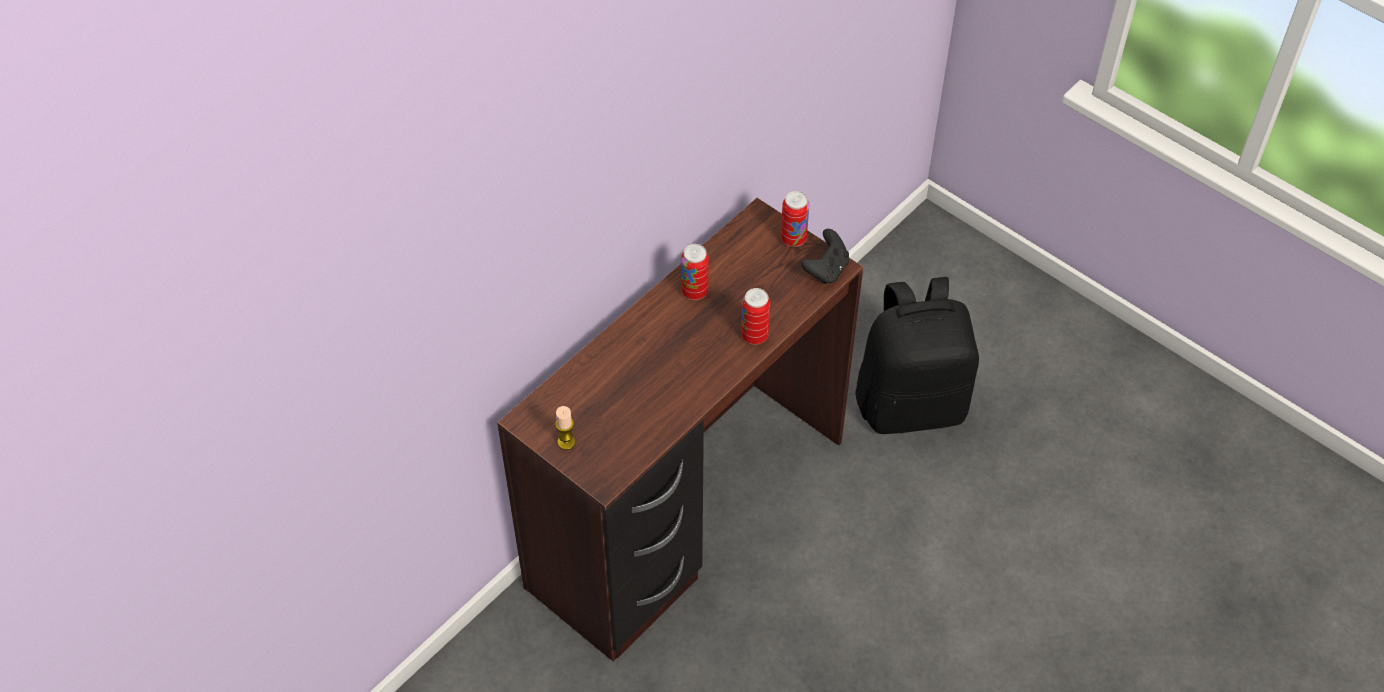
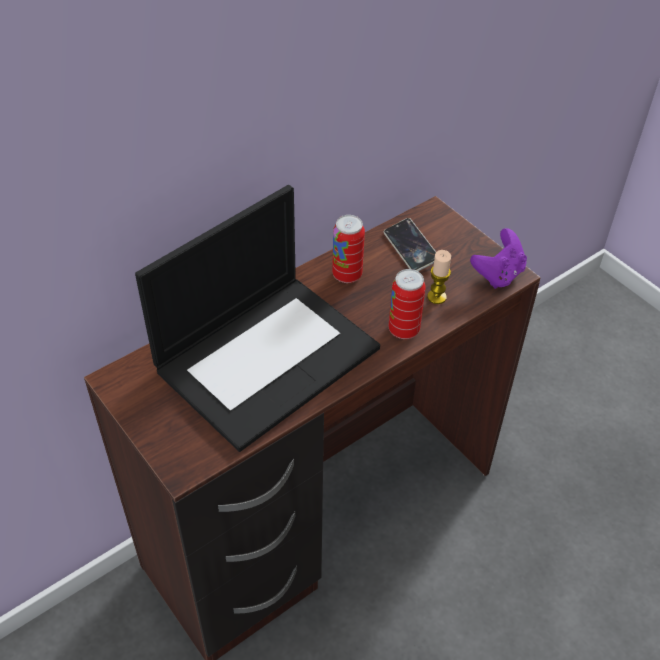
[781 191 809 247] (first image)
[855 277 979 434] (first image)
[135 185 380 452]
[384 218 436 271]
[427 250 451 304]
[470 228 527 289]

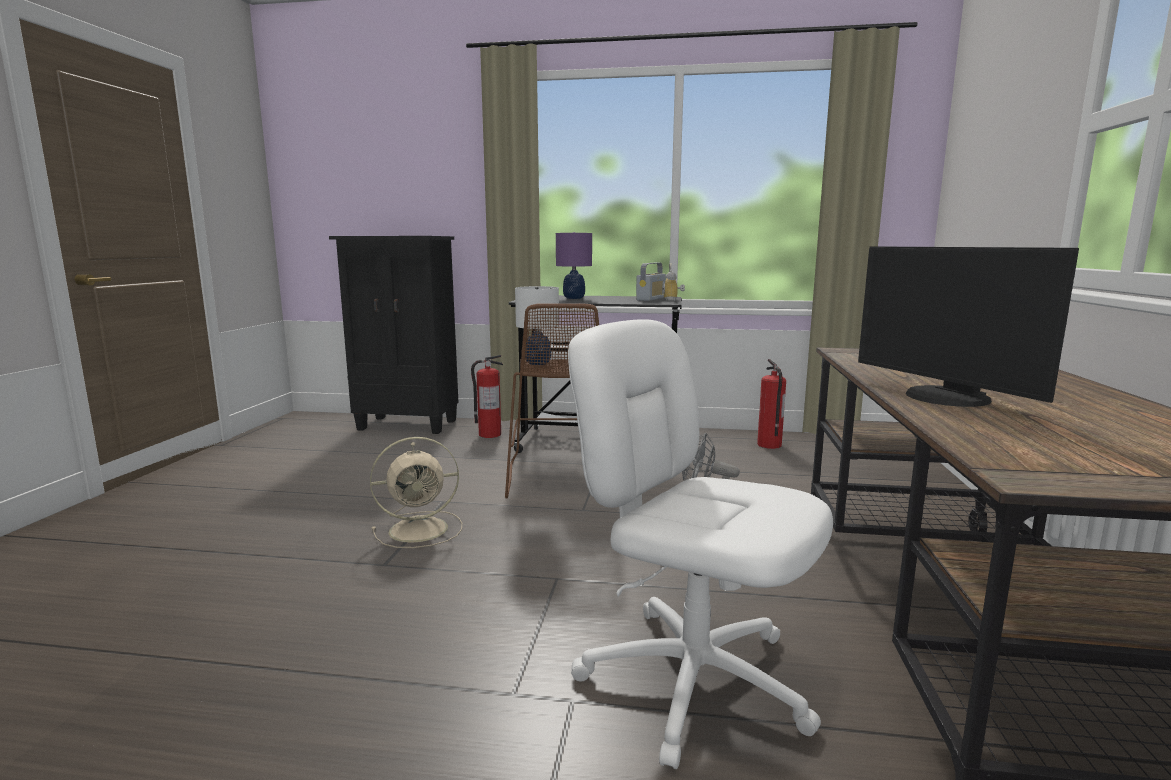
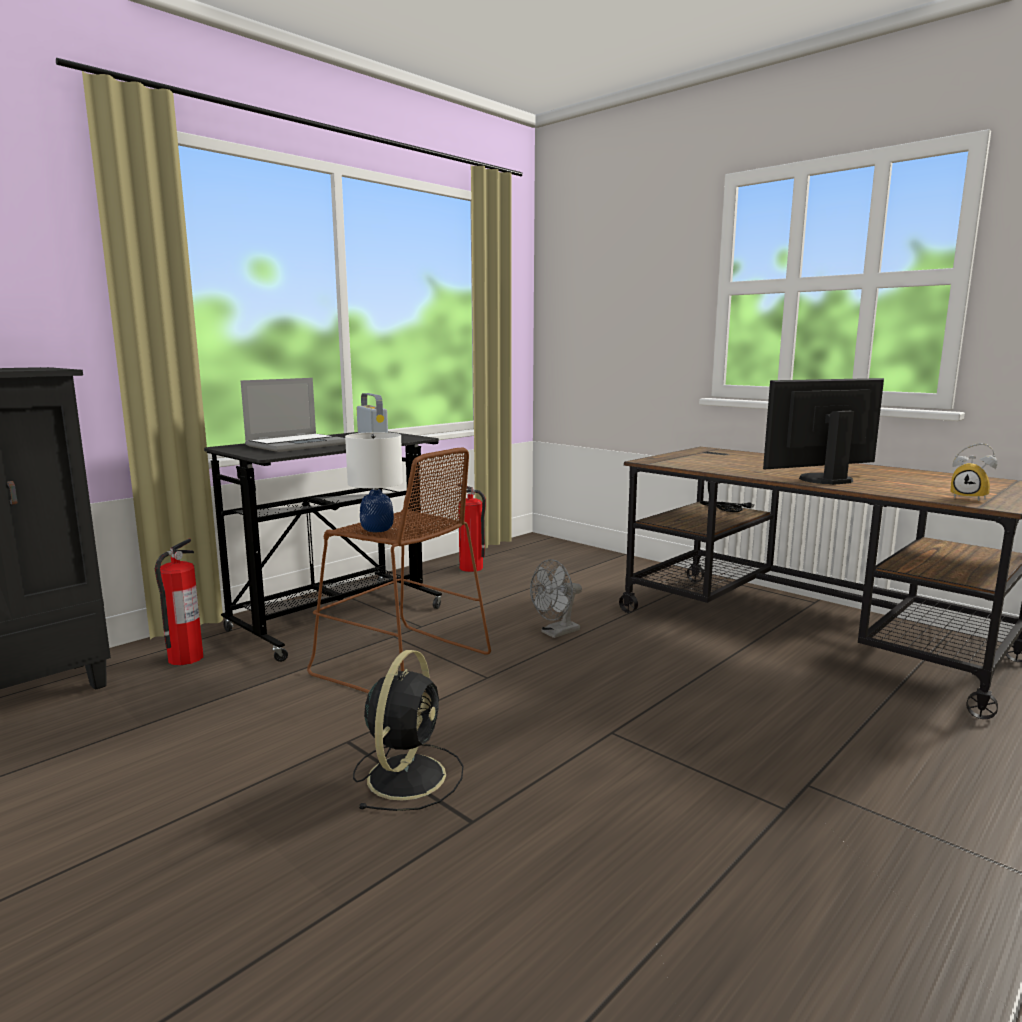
[568 319 833 769] (first image)
[950 443 998 501]
[241 378 346 452]
[353 650 463 811]
[763 378 884 485]

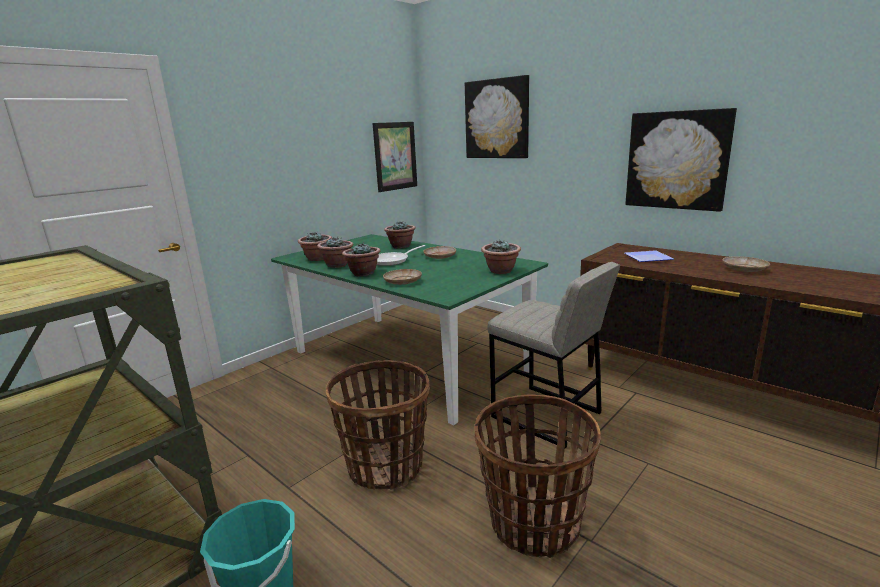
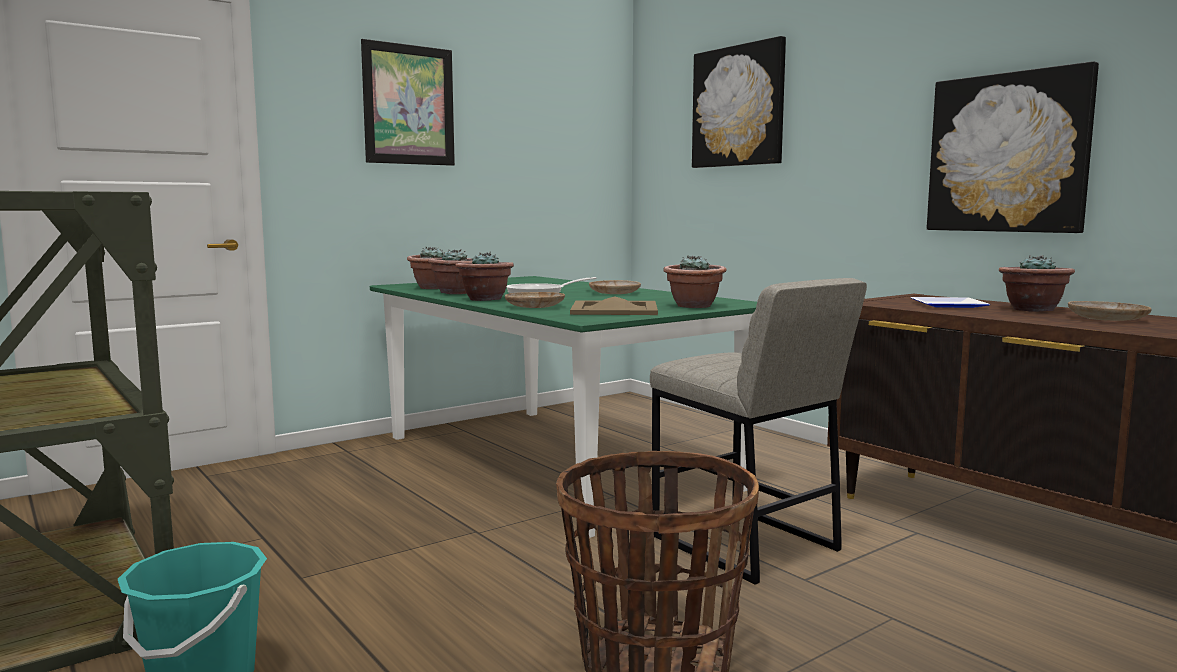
[326 360 430 490] (first image)
[570 296 658 315]
[361 39 455 166]
[999 255 1075 312]

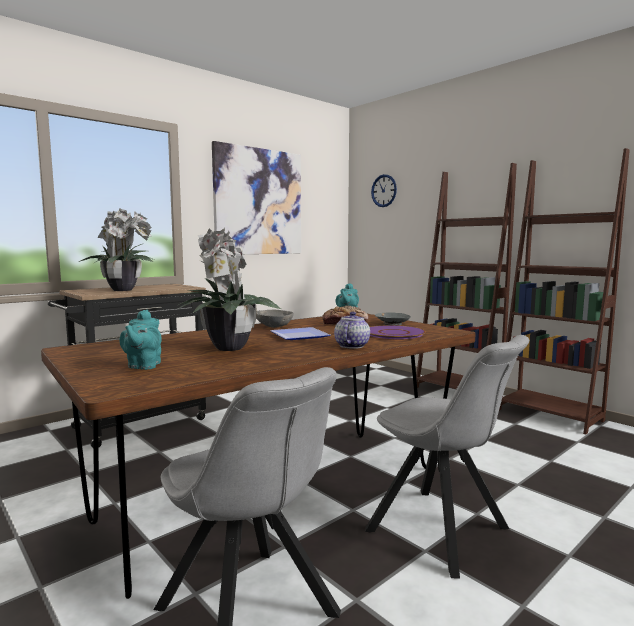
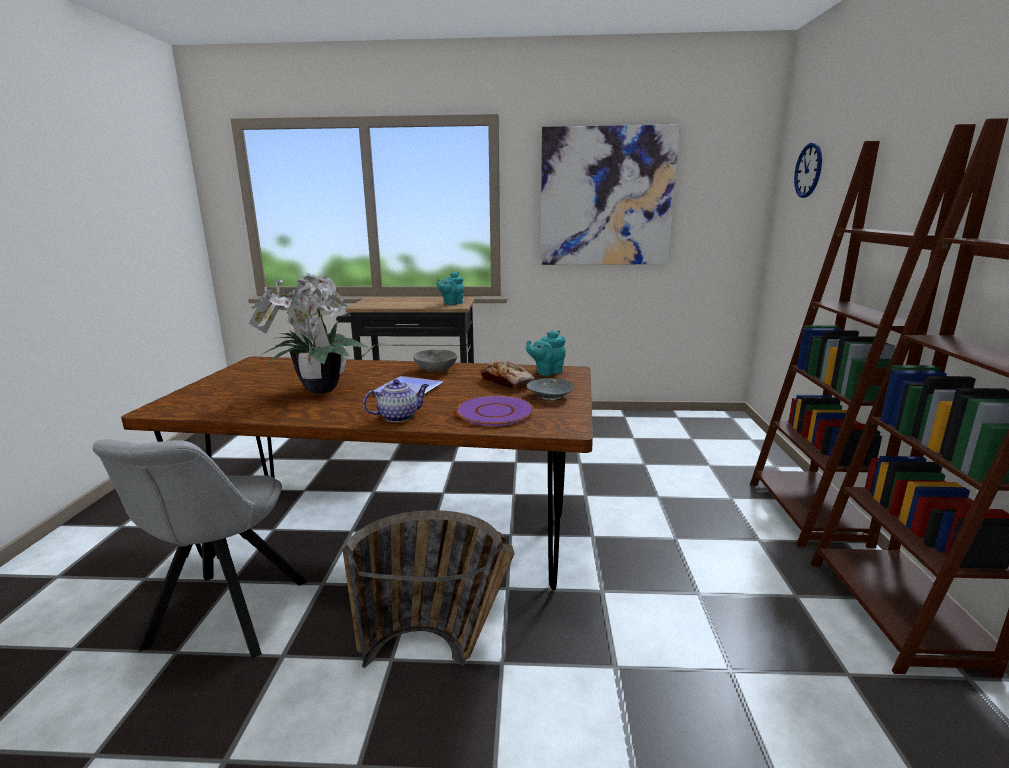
[78 208 156 291] (first image)
[437 272 464 305]
[343 510 514 668]

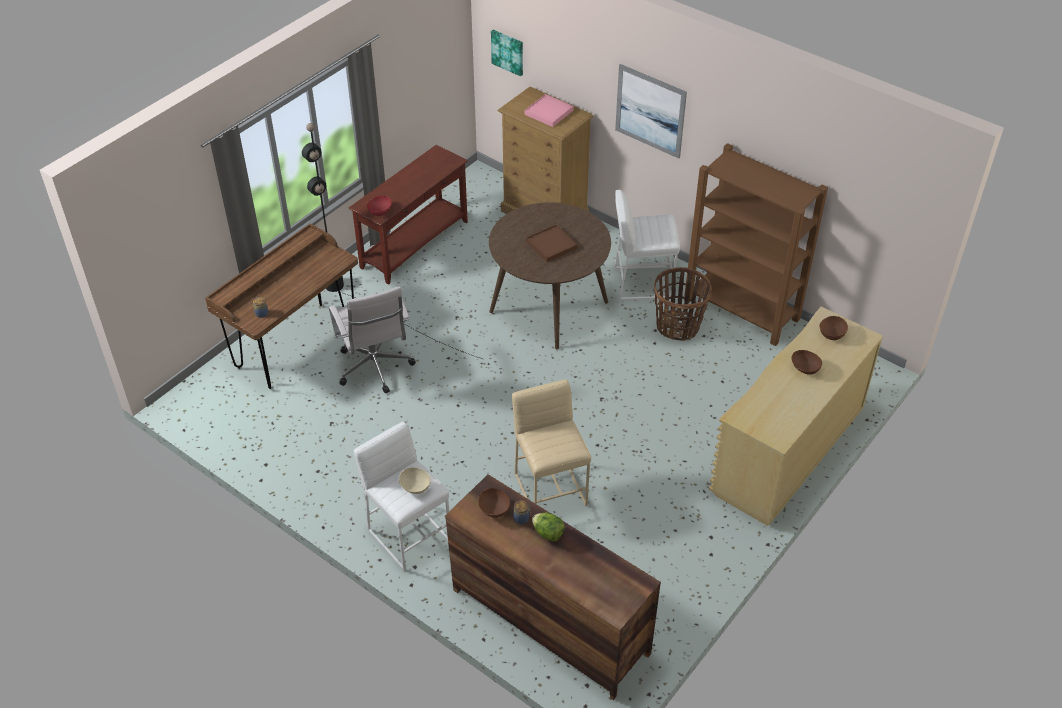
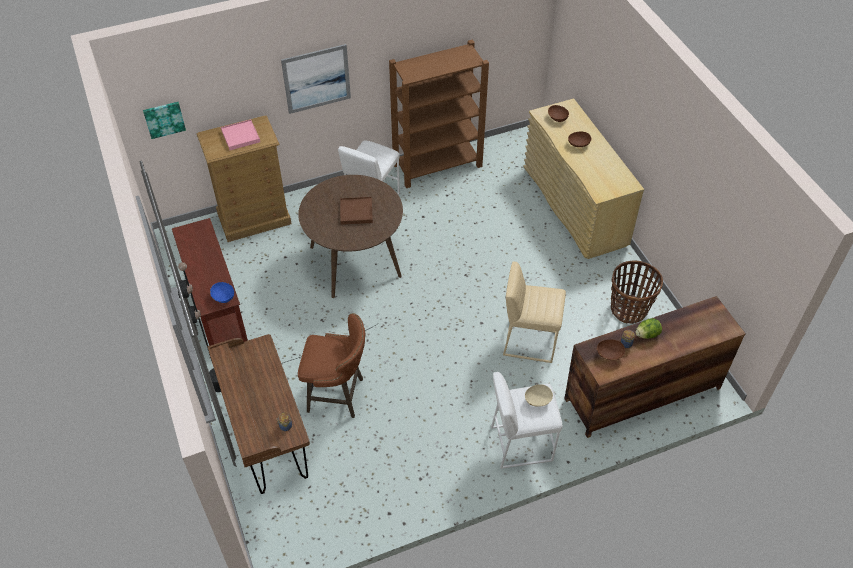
[611 260 663 324]
[298 313 365 418]
[210 282 234 303]

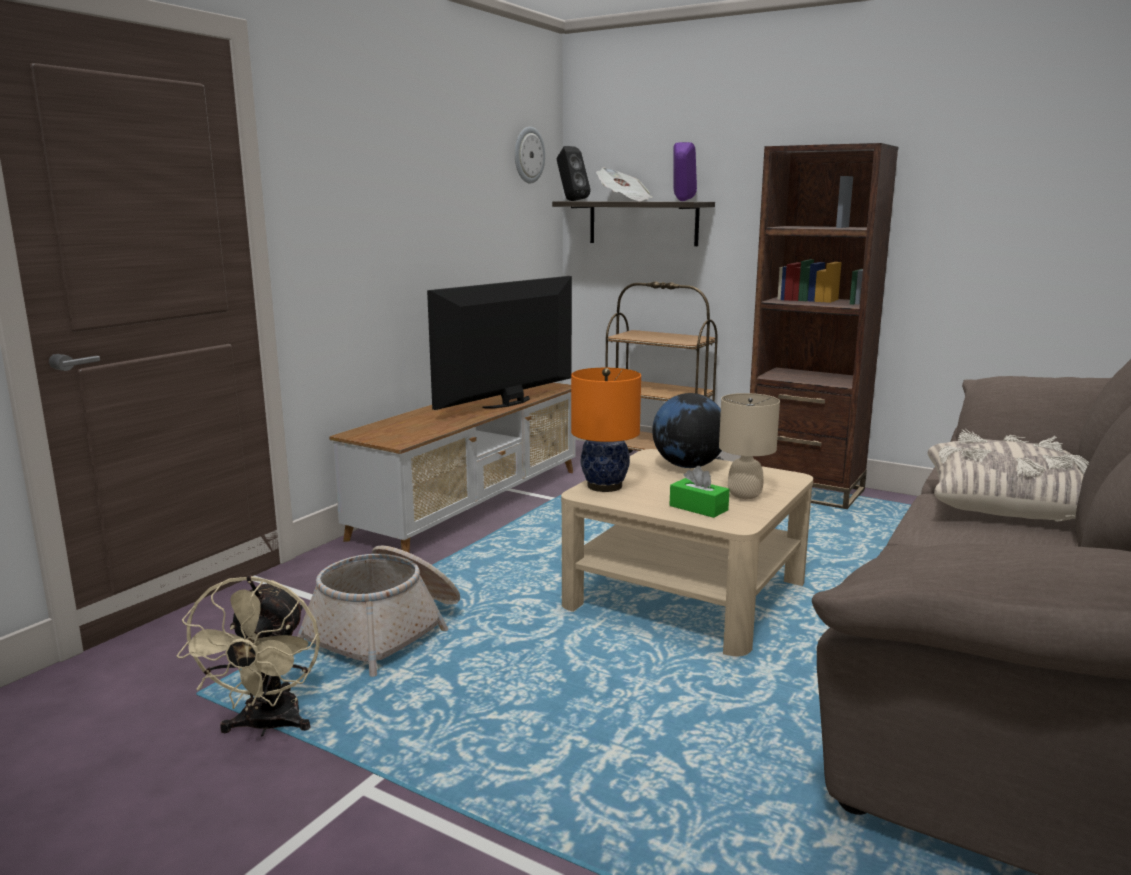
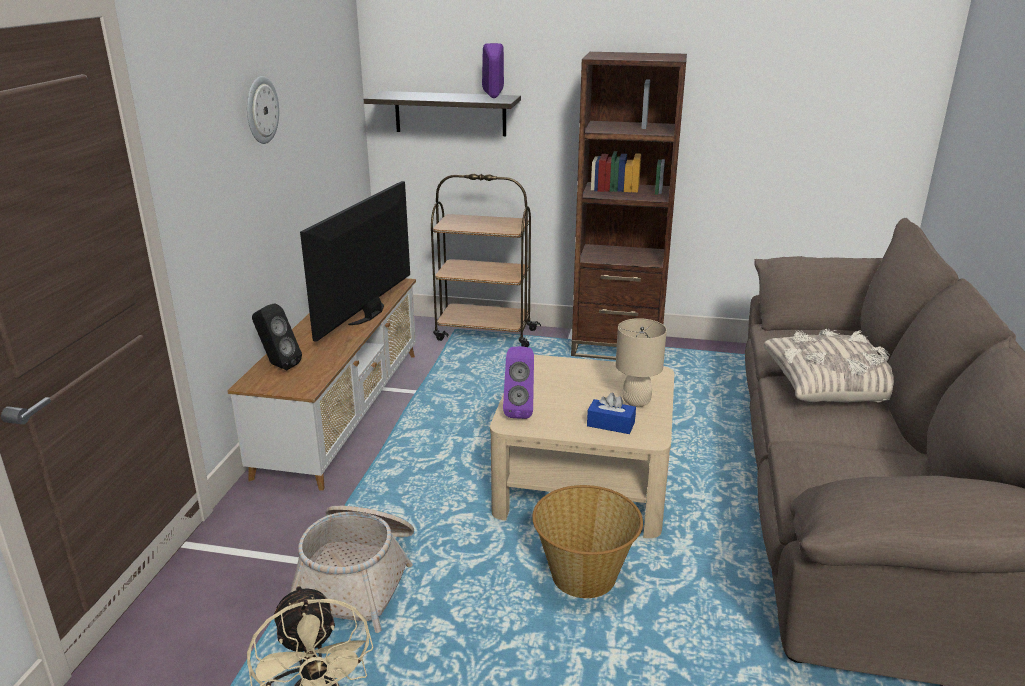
[596 168 653 201] (first image)
[652 393 722 468] (first image)
[532 485 643 598]
[247 76 279 144]
[252 303 302 370]
[503 346 534 419]
[587 393 636 434]

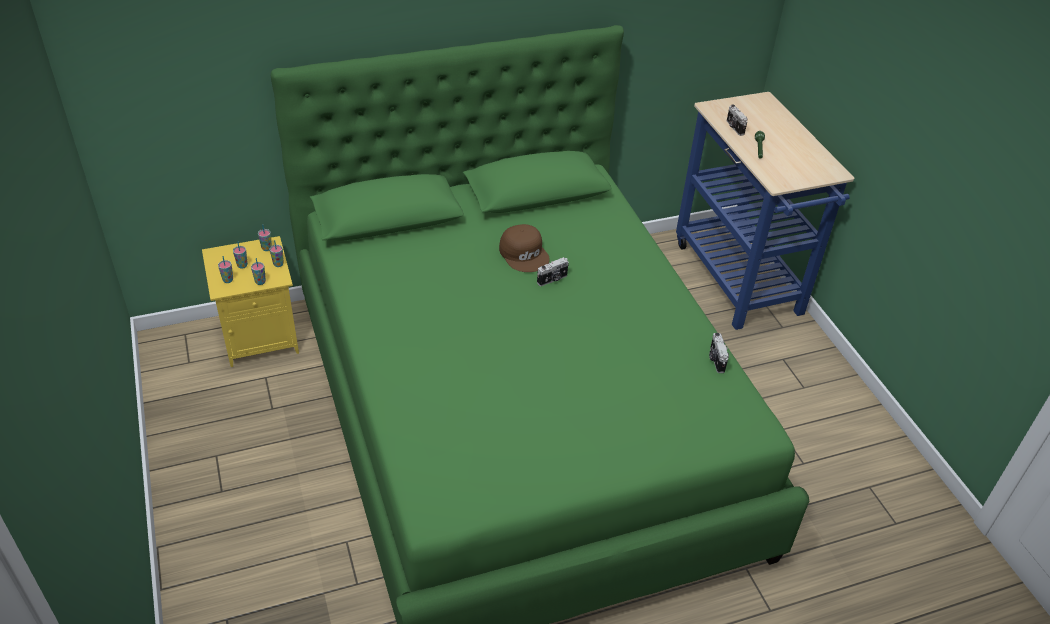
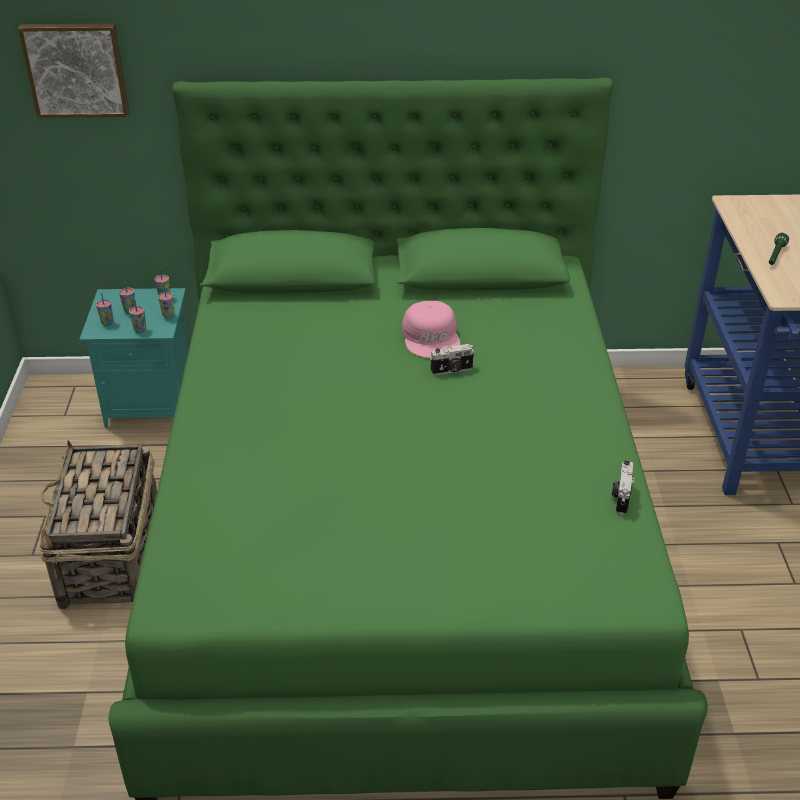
[727 104 748 136] (first image)
[18 23 129 118]
[39 440 157 609]
[79 288 189 428]
[402 301 460 358]

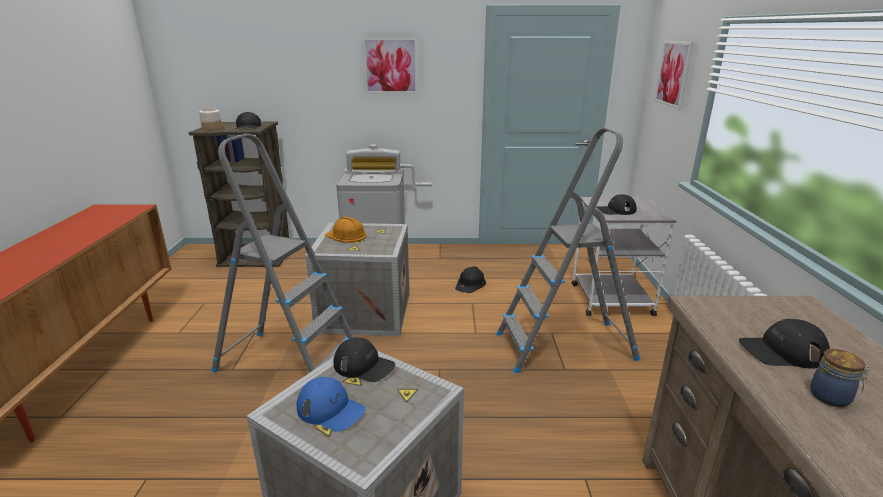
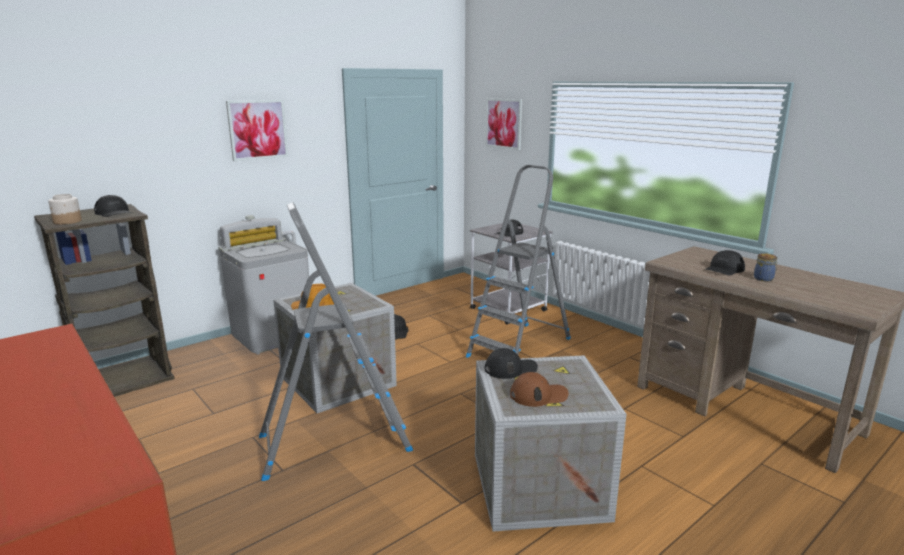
[510 372 569 407]

